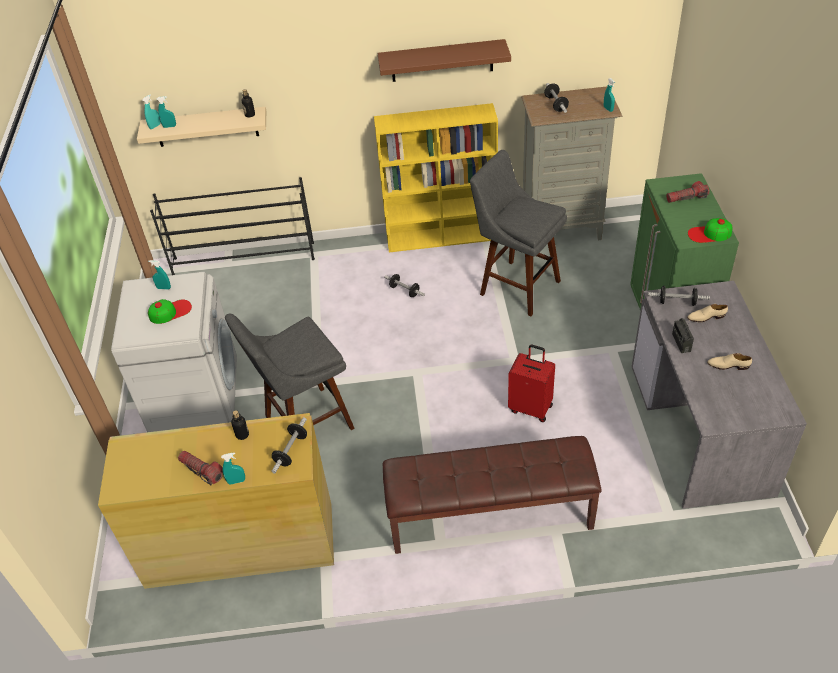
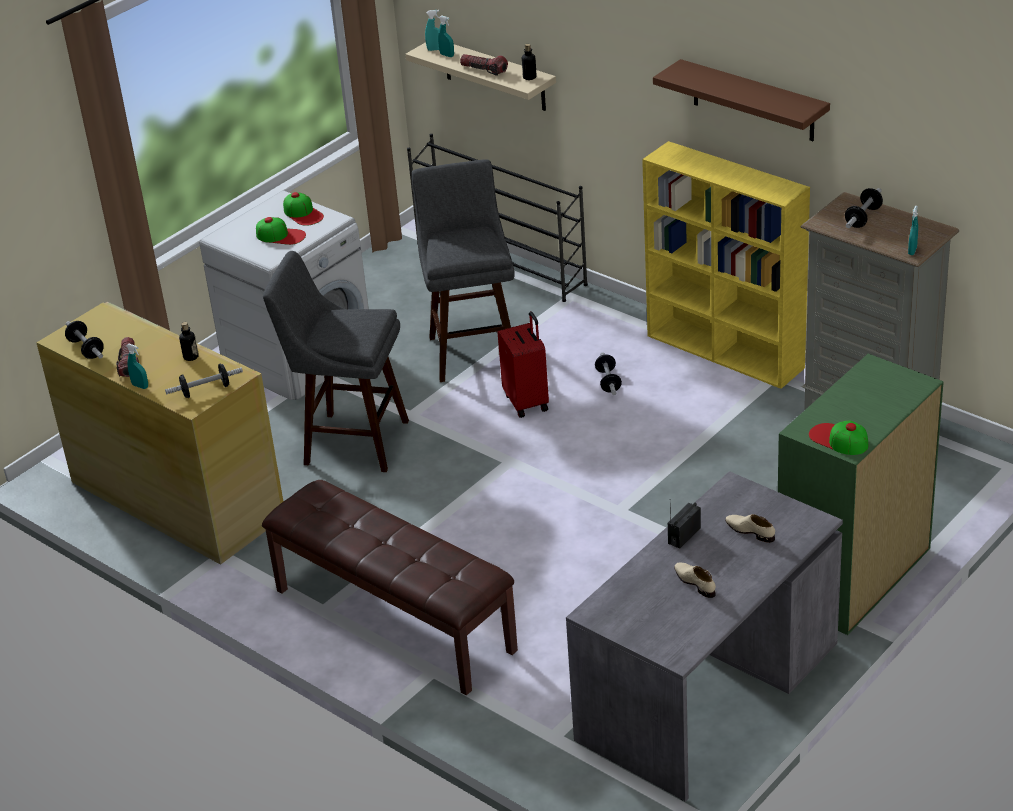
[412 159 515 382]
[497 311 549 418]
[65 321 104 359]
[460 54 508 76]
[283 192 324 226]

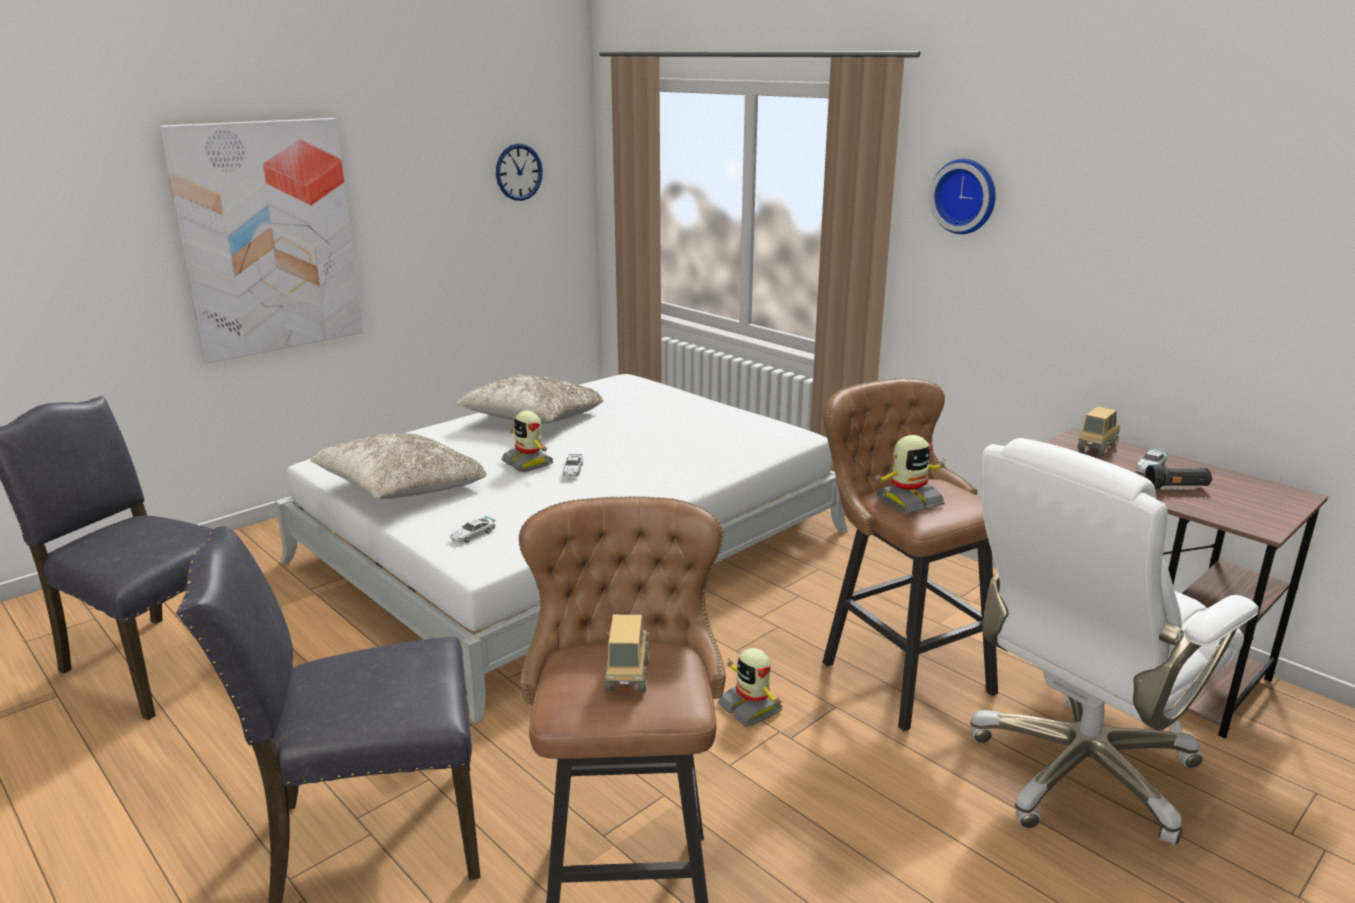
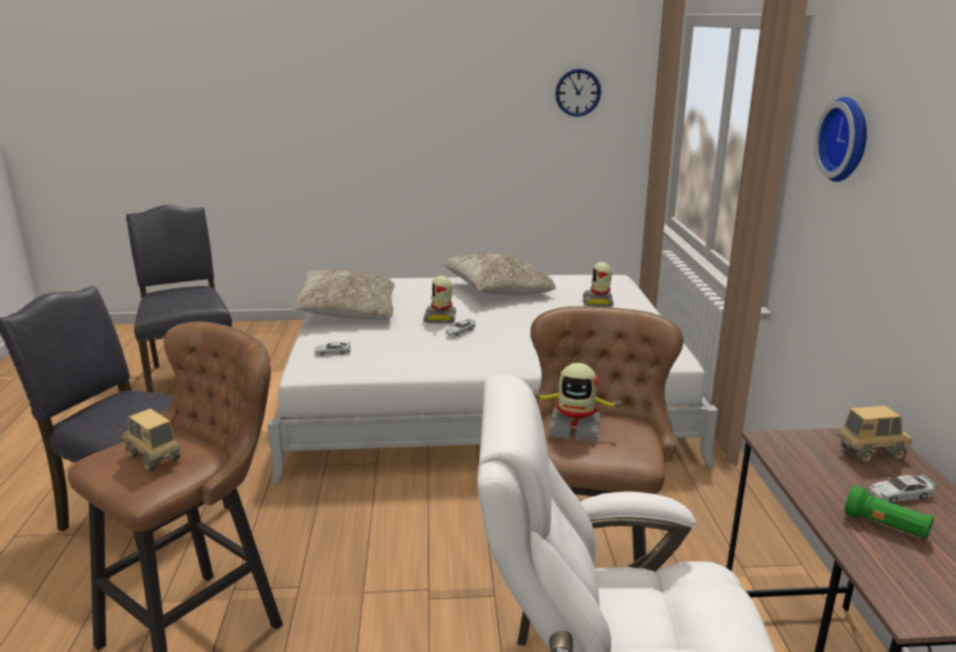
[158 118 363 363] (first image)
[583 262 614 307]
[844 485 934 539]
[123 408 180 472]

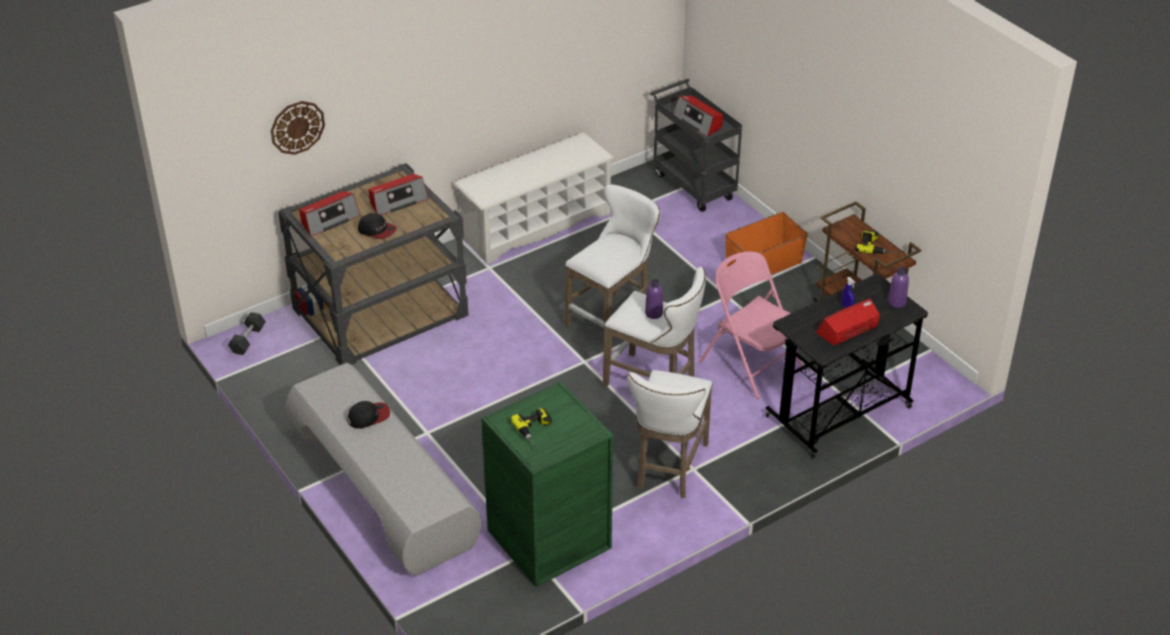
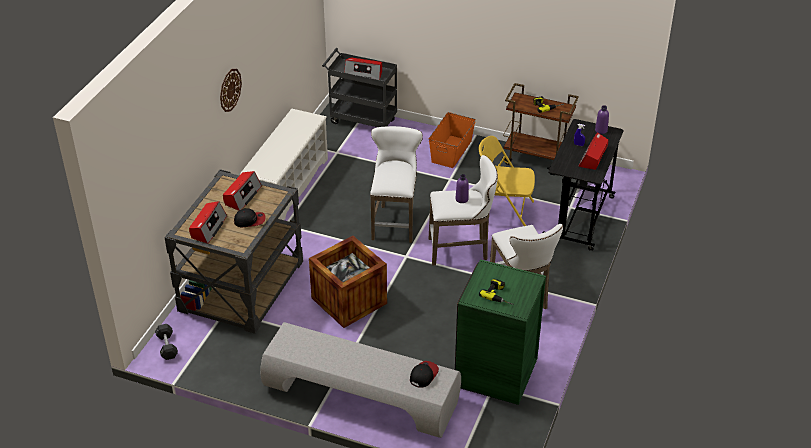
[309 236 387 328]
[220 69 242 112]
[410 361 439 387]
[479 136 535 226]

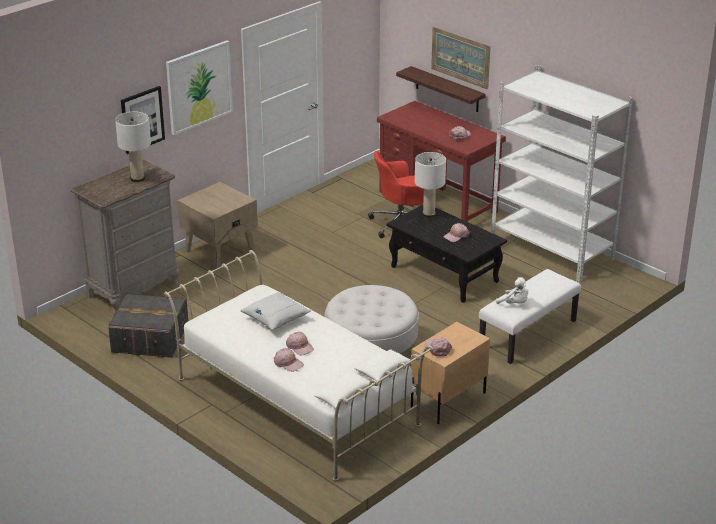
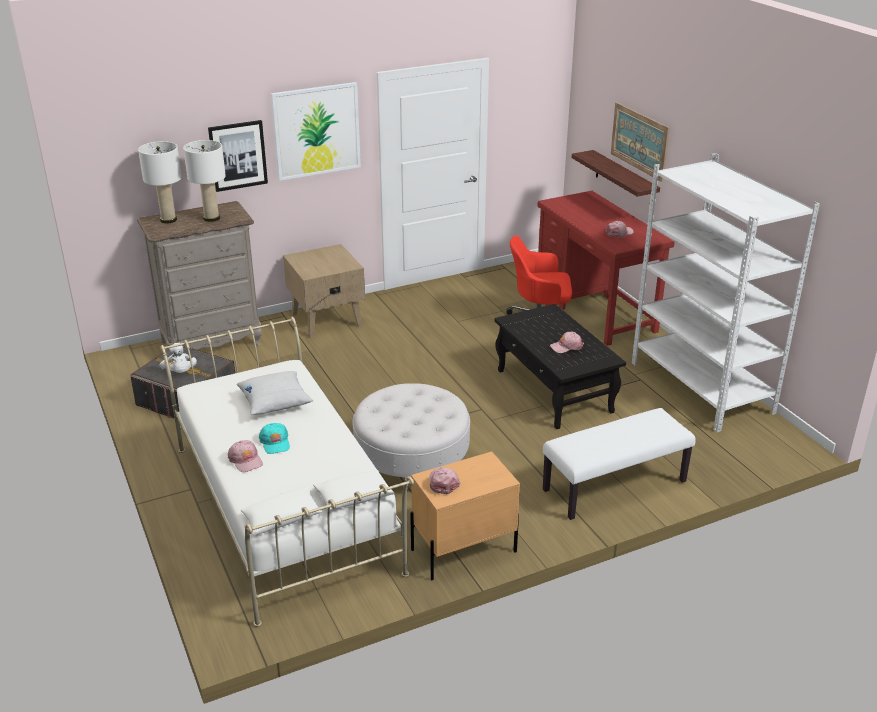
[138 141 182 223]
[160 343 197 373]
[259 423 290 454]

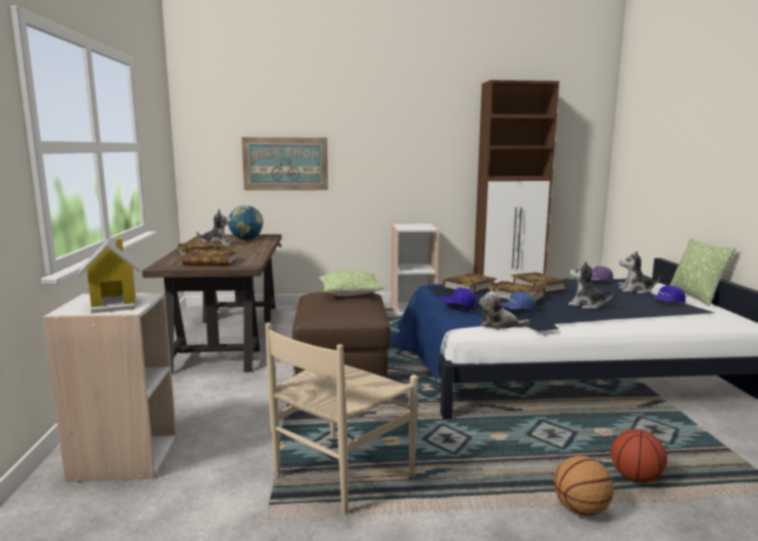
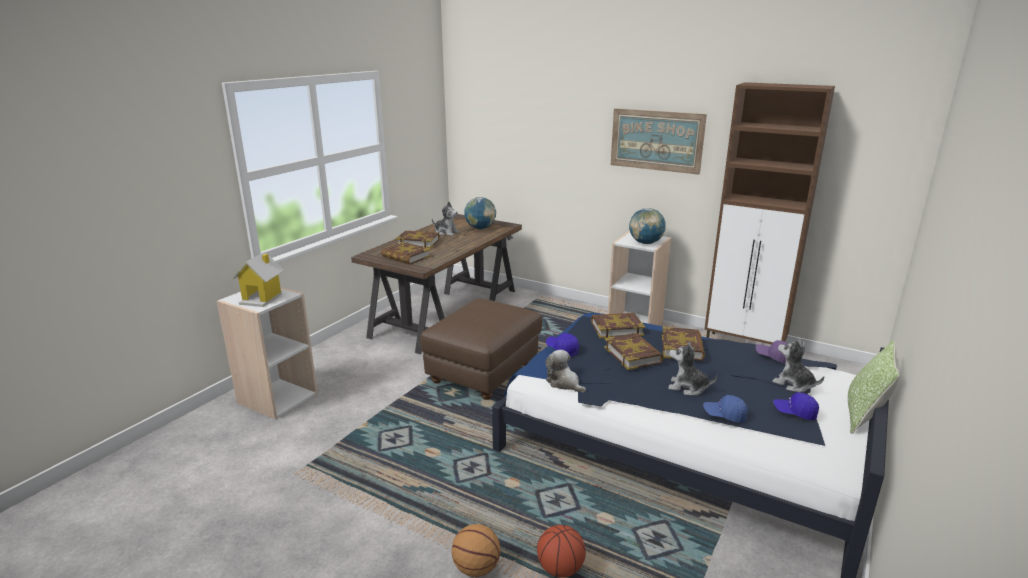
[266 323 418 514] (first image)
[319 270 385 296] (first image)
[629 208 666 244]
[611 108 707 175]
[703 395 748 423]
[668 341 717 396]

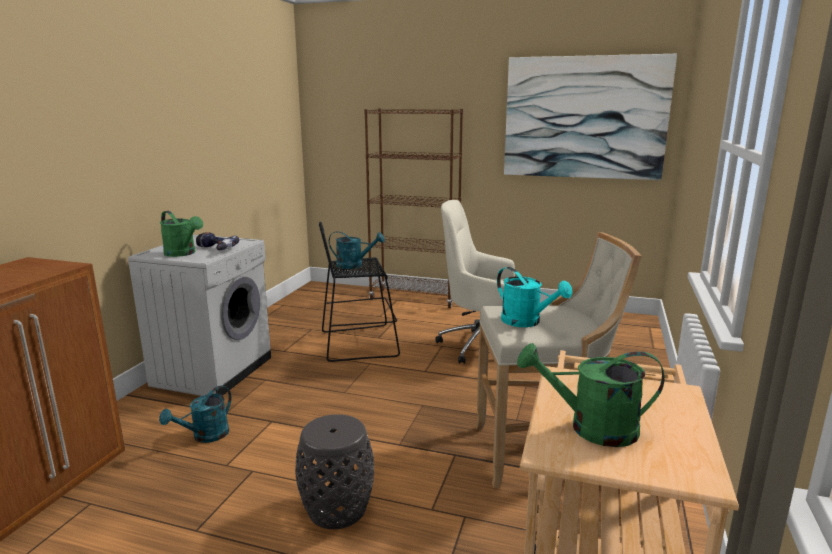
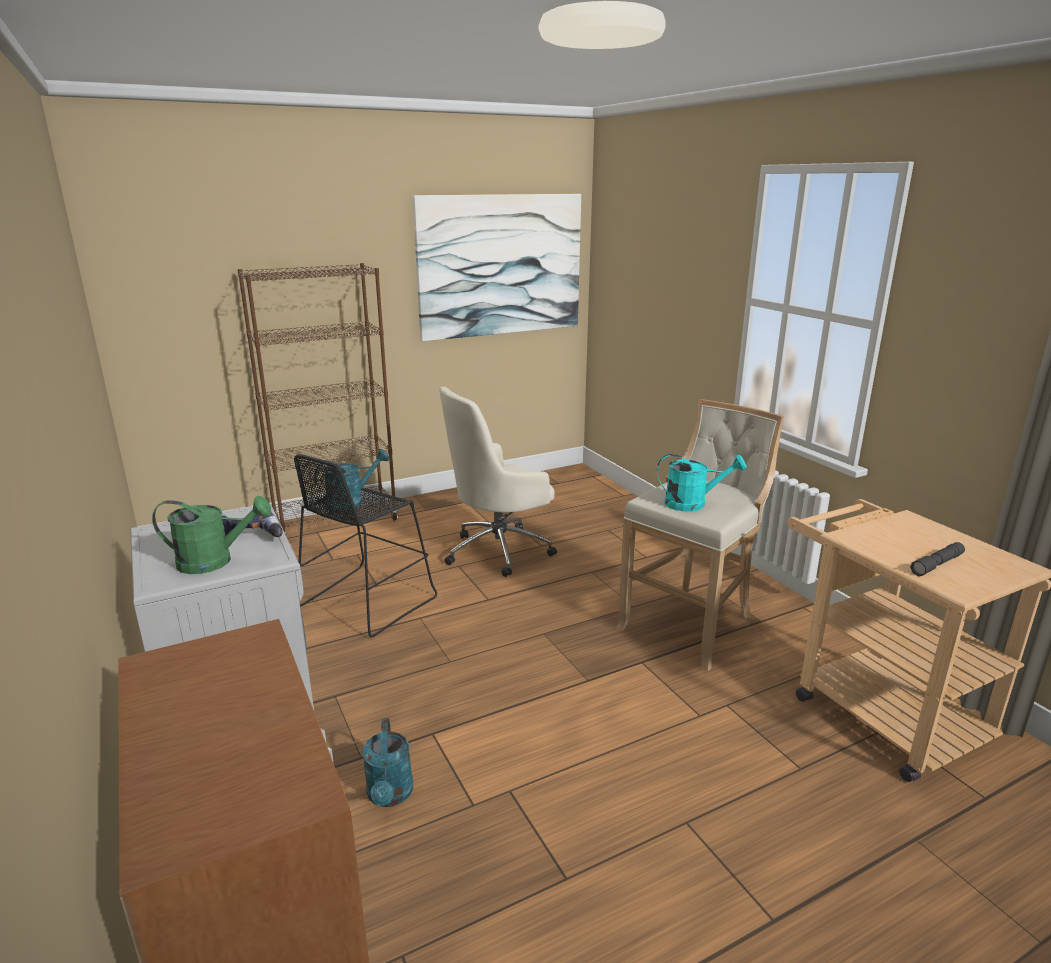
[295 414 374 529] (first image)
[910 542 965 576]

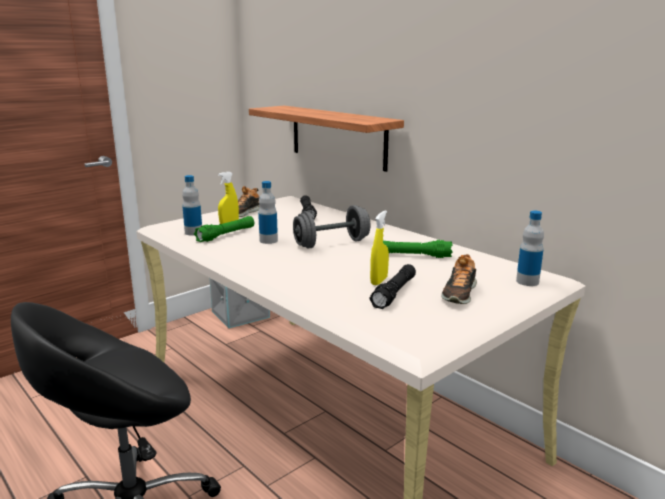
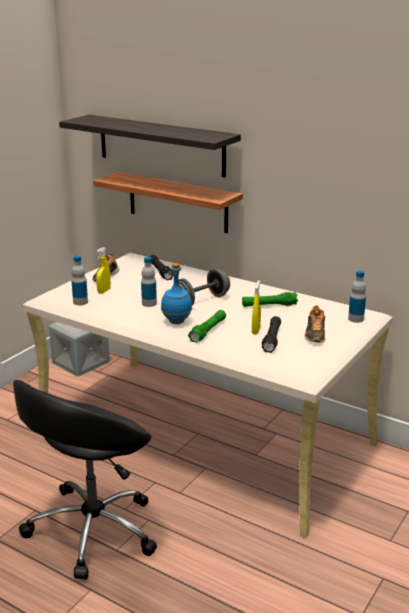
[59 115 241 177]
[161 263 192 324]
[188 310 226 343]

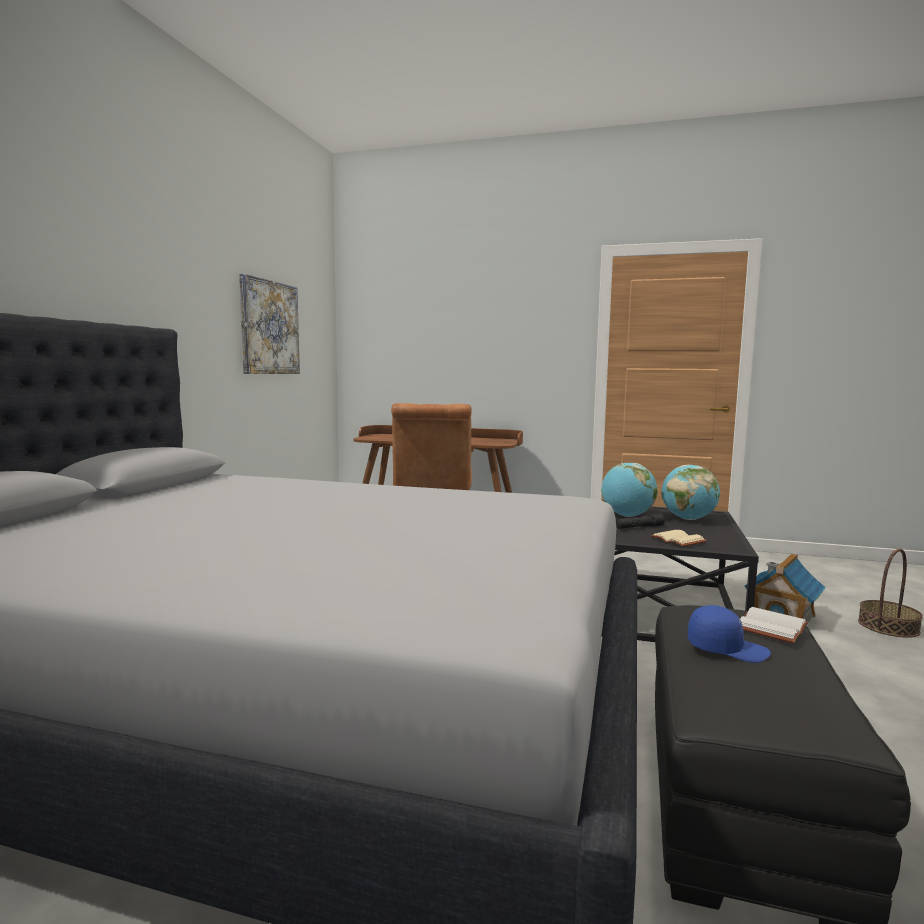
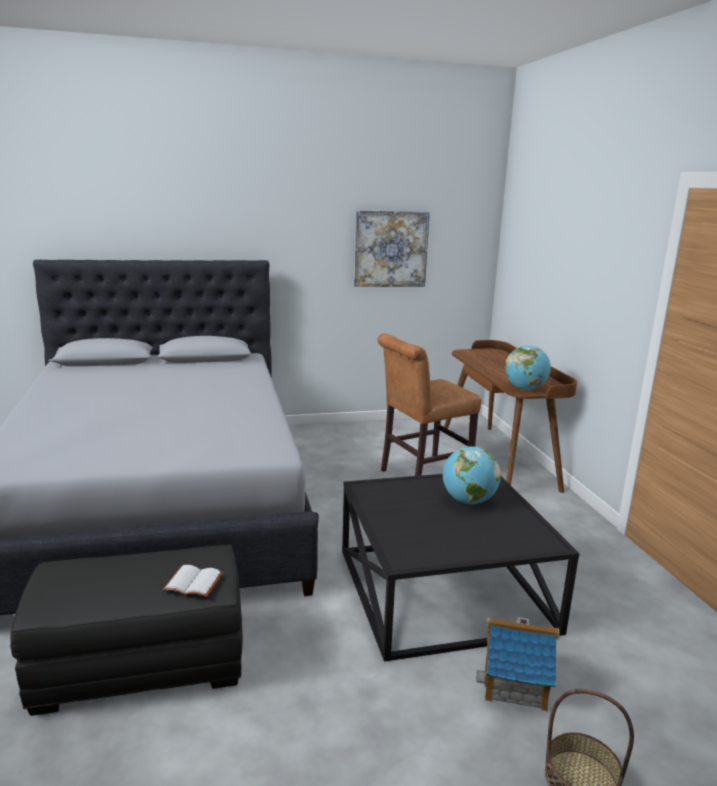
[616 514 665 529] (first image)
[651 530 707 547] (first image)
[688 605 771 663] (first image)
[505 345 551 390]

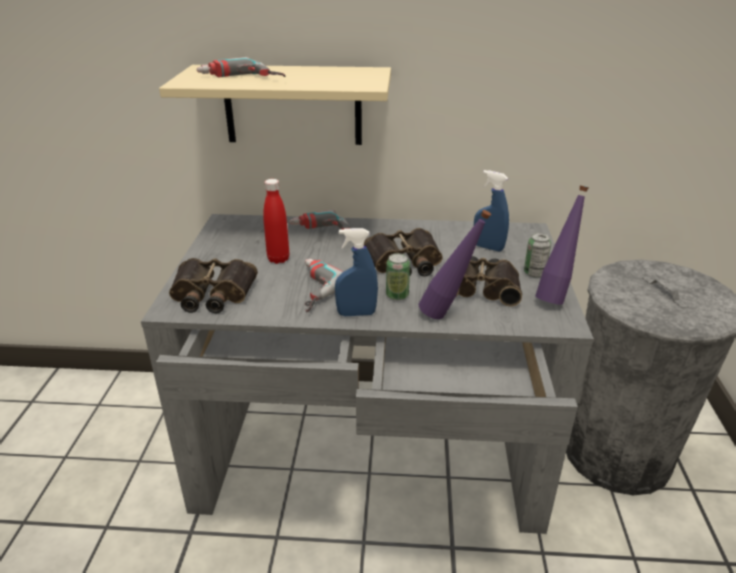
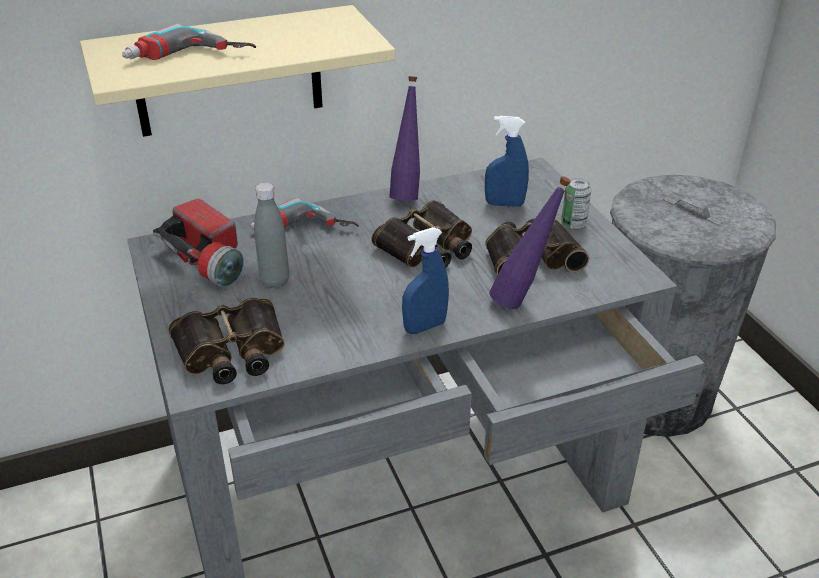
[305 259 343 312] (first image)
[386 253 410 300] (first image)
[153 198 244 287]
[389 76 420 201]
[254 182 289 289]

